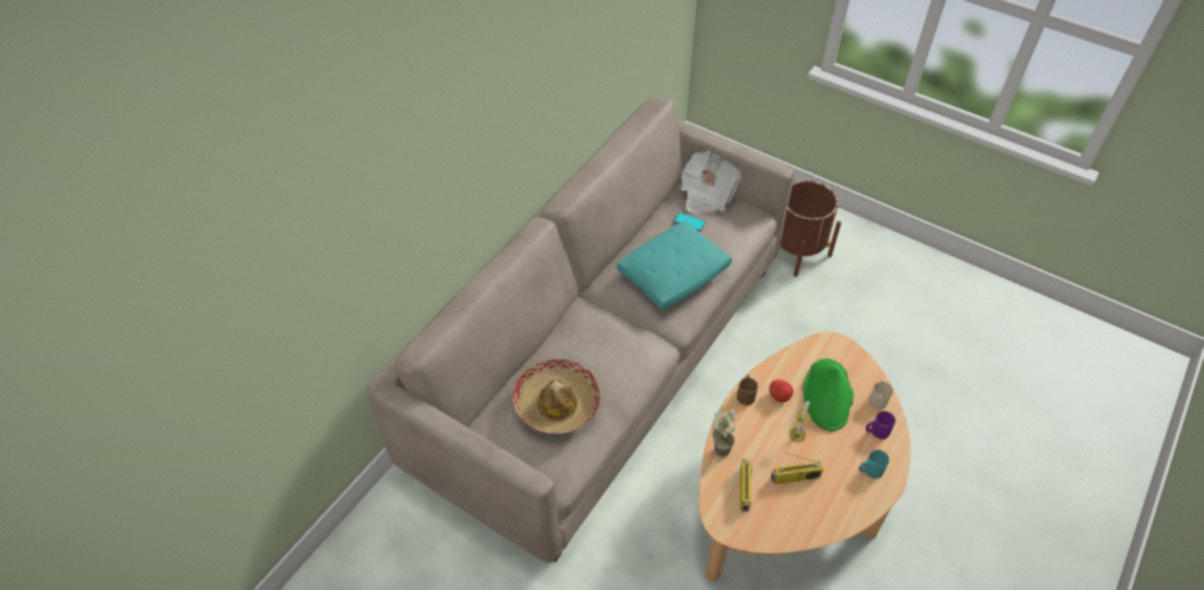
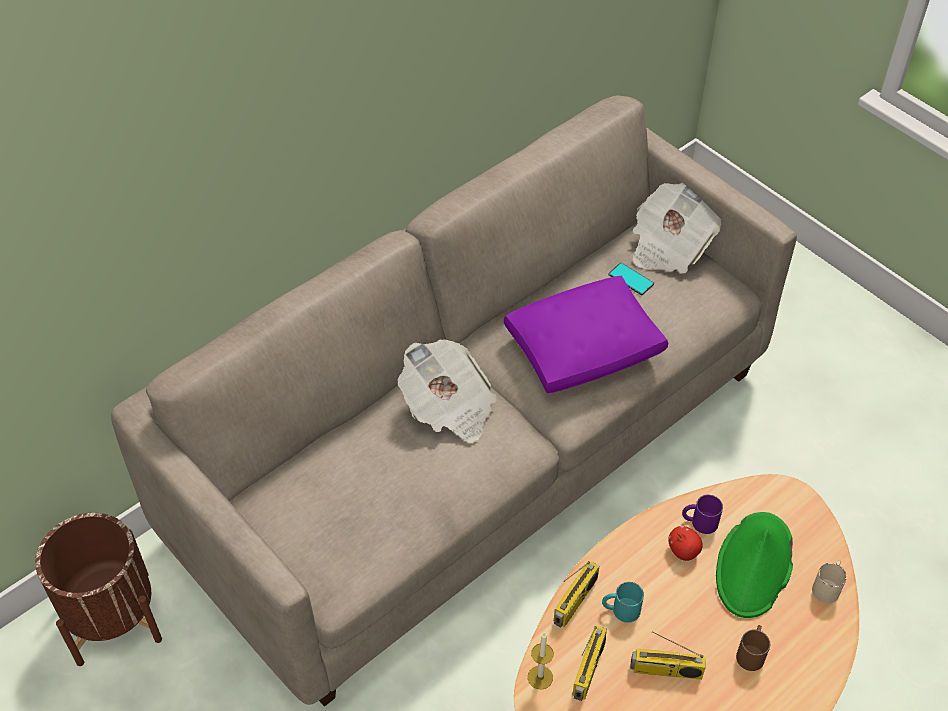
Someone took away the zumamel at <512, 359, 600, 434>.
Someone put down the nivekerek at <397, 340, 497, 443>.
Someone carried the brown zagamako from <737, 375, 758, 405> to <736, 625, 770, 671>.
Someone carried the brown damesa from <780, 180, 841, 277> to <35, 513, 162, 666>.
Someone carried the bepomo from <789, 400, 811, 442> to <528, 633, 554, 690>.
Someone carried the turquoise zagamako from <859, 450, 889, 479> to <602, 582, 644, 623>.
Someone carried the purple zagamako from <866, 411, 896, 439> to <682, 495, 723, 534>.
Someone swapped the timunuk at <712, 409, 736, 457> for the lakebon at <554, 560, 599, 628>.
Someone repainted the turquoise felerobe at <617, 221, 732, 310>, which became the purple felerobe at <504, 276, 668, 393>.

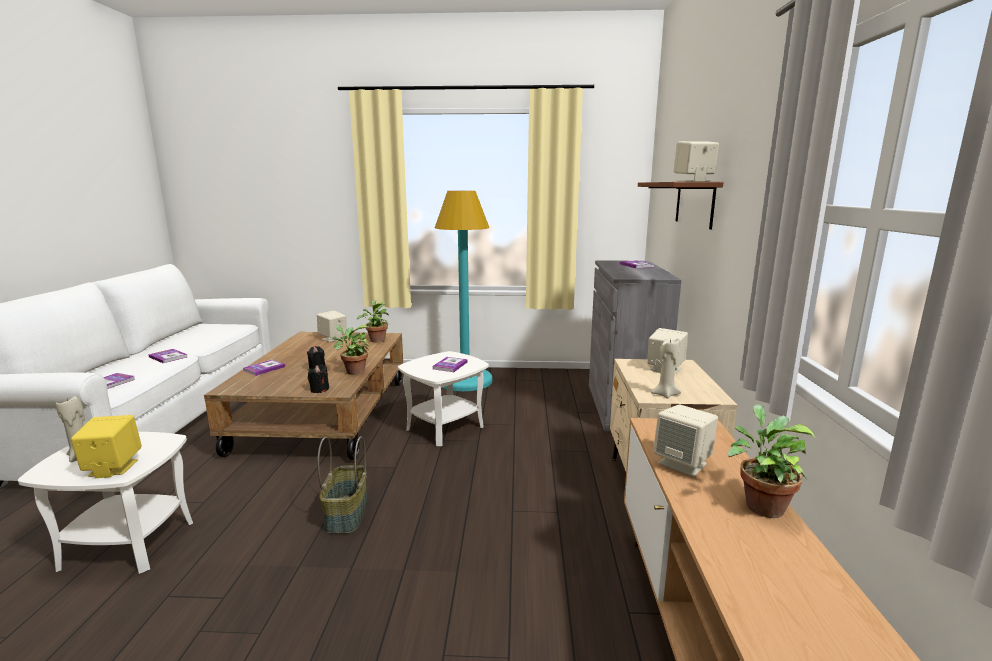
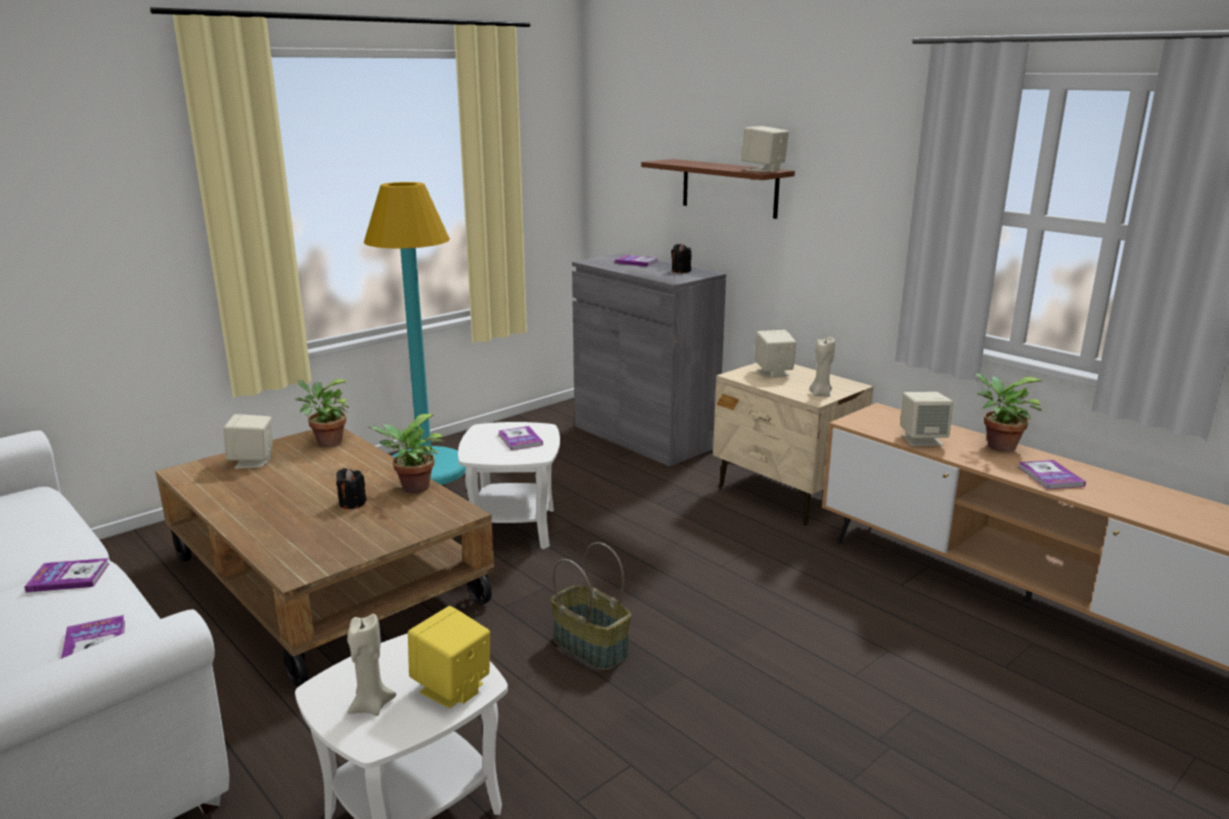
Someone carried the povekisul from <243, 360, 285, 376> to <1018, 460, 1086, 489>.
Someone carried the black bepomo from <308, 365, 329, 393> to <671, 243, 691, 273>.

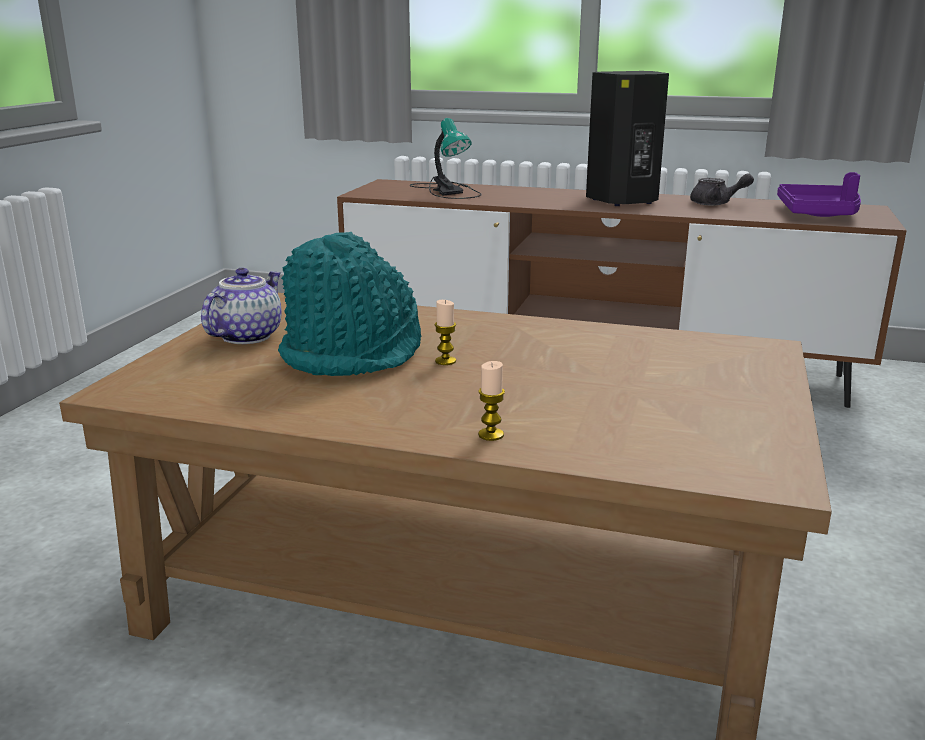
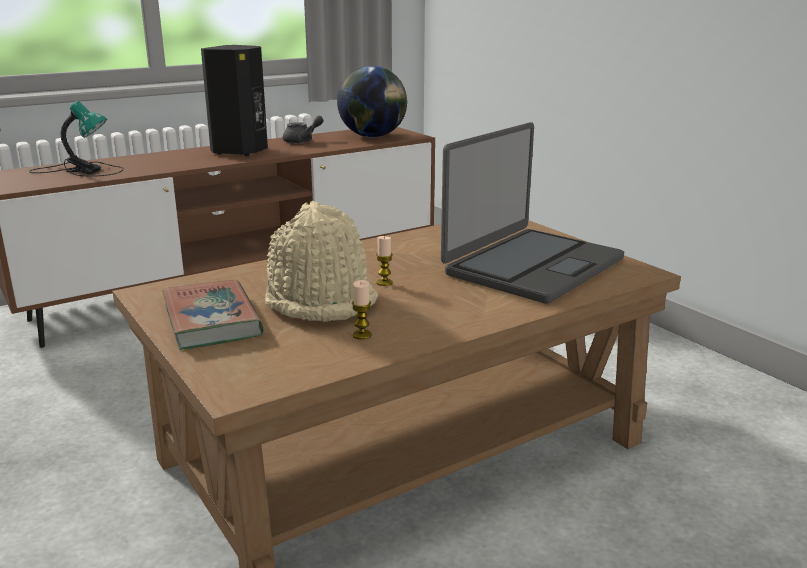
Someone put down the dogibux at <441, 122, 624, 304>.
Someone carried the bepomo from <478, 361, 505, 441> to <352, 280, 372, 340>.
Someone swapped the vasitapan at <201, 268, 282, 344> for the povekisul at <162, 280, 264, 350>.
Someone swapped the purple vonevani at <777, 172, 861, 217> for the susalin at <337, 66, 407, 137>.
Someone repainted the turquoise zumamel at <278, 232, 422, 376>, which became the beige zumamel at <265, 201, 378, 322>.

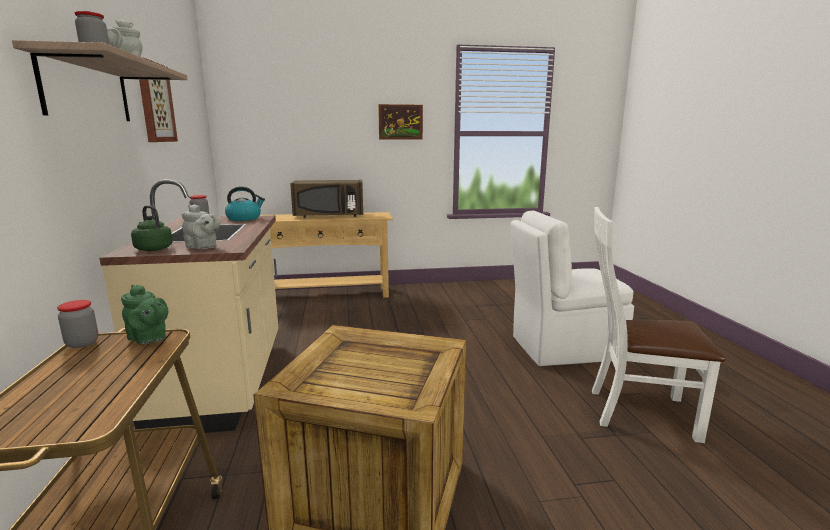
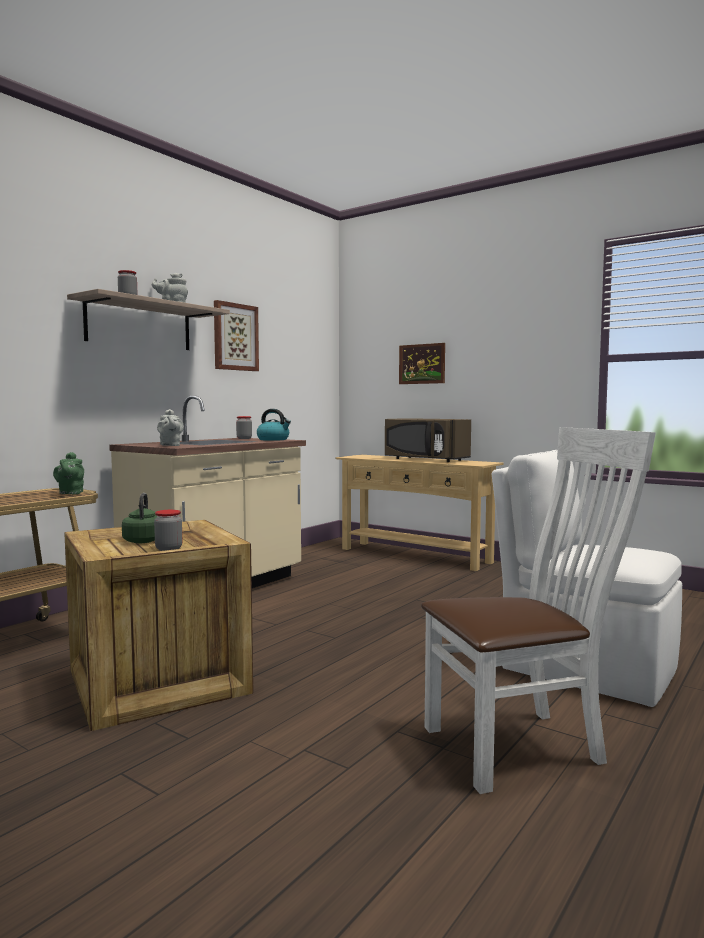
Someone carried the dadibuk from <57, 300, 98, 348> to <154, 510, 182, 551>.
Someone carried the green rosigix from <131, 205, 173, 251> to <122, 493, 157, 543>.
Someone carried the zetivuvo from <378, 104, 423, 140> to <399, 343, 445, 384>.
Someone rotated the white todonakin at <592, 207, 726, 443> by 105 degrees clockwise.

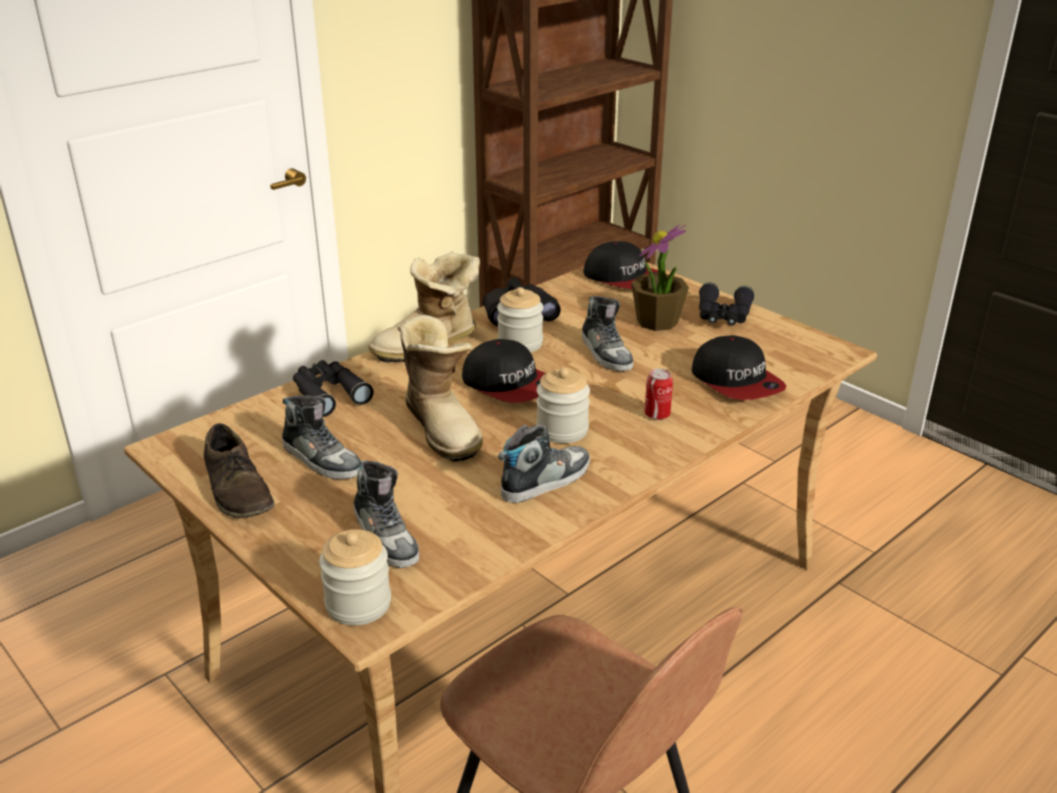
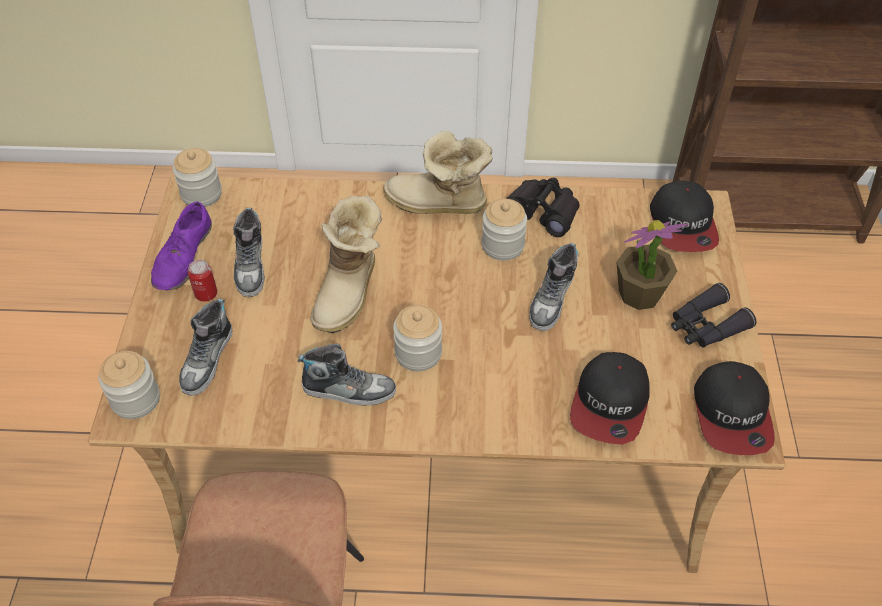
Someone took away the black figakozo at <293, 360, 373, 417>.
Someone put down the dadibuk at <173, 148, 222, 207>.
Someone carried the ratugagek from <462, 339, 546, 403> to <694, 361, 775, 455>.
Someone carried the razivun from <645, 369, 673, 420> to <188, 260, 217, 302>.
Someone repainted the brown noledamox at <204, 423, 275, 518>, which became the purple noledamox at <151, 202, 212, 290>.

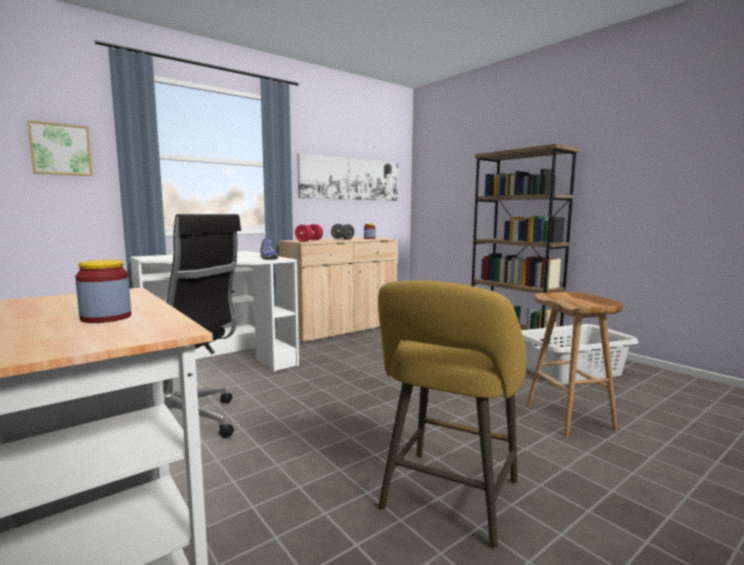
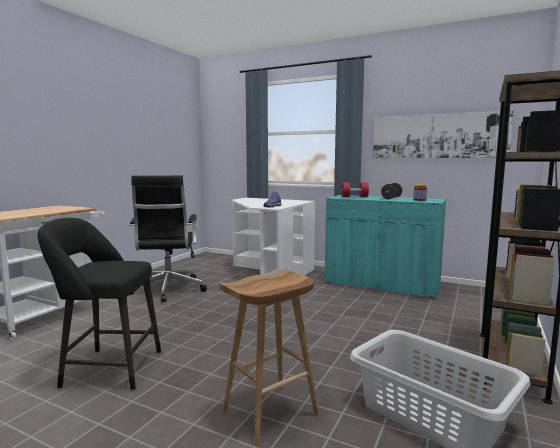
Someone took away the zetivuvo at <27, 120, 93, 176>.
Someone took away the dadibuk at <75, 260, 131, 323>.
Someone repainted the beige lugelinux at <279, 238, 397, 343>, which became the turquoise lugelinux at <325, 195, 446, 299>.
Someone repainted the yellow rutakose at <378, 280, 526, 549>, which became the black rutakose at <37, 218, 161, 391>.

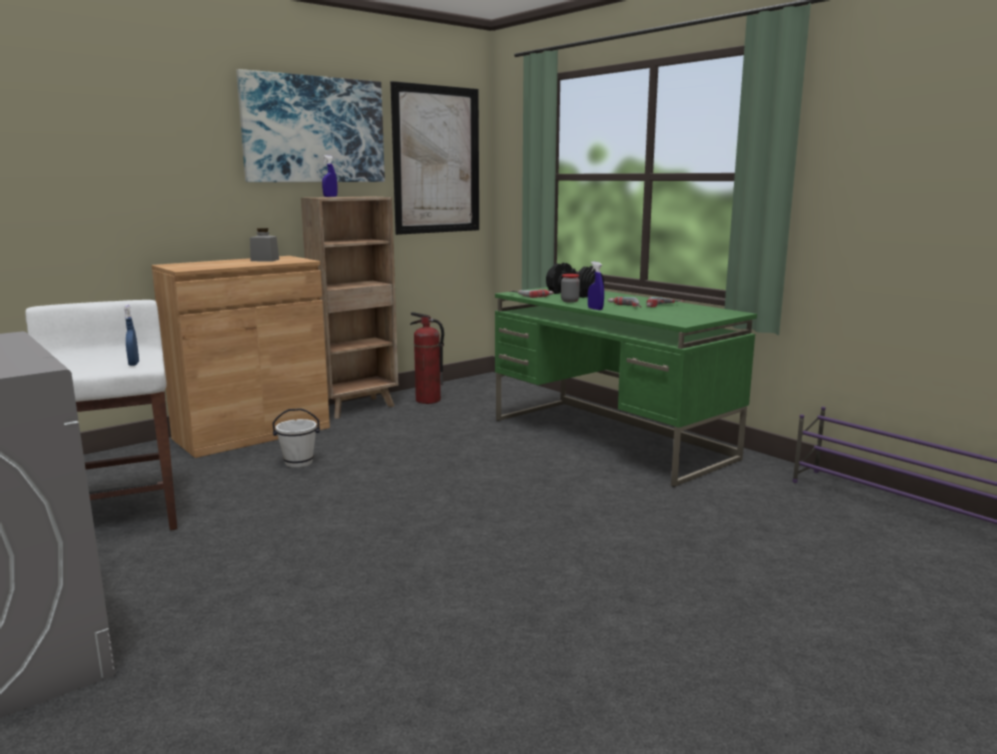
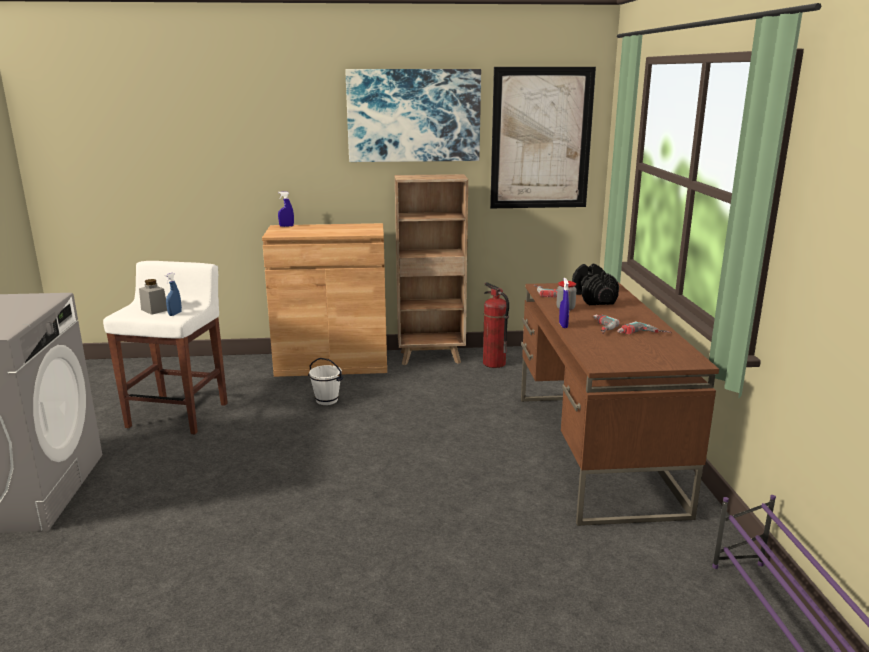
Someone carried the grey dadibuk from <250, 228, 279, 262> to <139, 279, 167, 315>.
Someone carried the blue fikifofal from <322, 155, 337, 197> to <278, 191, 294, 227>.
Someone repainted the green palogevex at <495, 287, 757, 487>, which became the brown palogevex at <521, 282, 719, 526>.

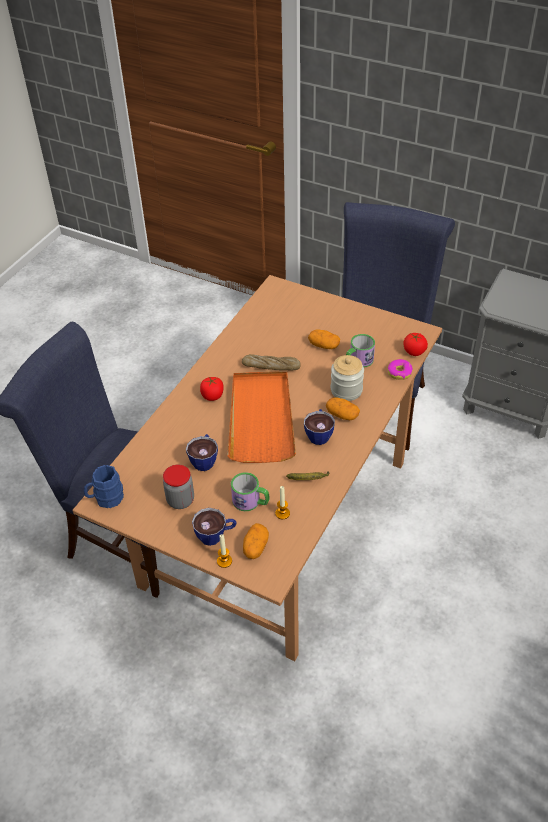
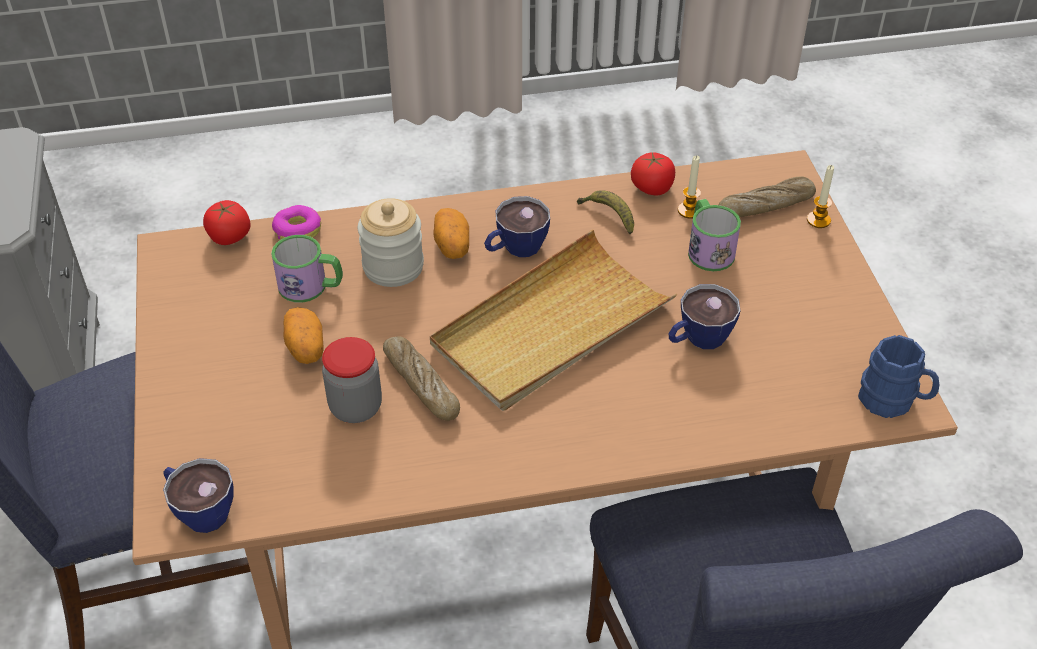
Someone carried the dadibuk from <163, 465, 194, 509> to <322, 337, 382, 423>.
Someone carried the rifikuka from <192, 508, 237, 546> to <163, 458, 234, 533>.
Someone carried the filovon from <200, 377, 224, 401> to <631, 152, 675, 195>.
Someone swapped the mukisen at <243, 523, 269, 559> for the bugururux at <719, 176, 816, 217>.
Someone repainted the orange vonevani at <227, 371, 296, 463>, which became the beige vonevani at <430, 230, 677, 411>.

